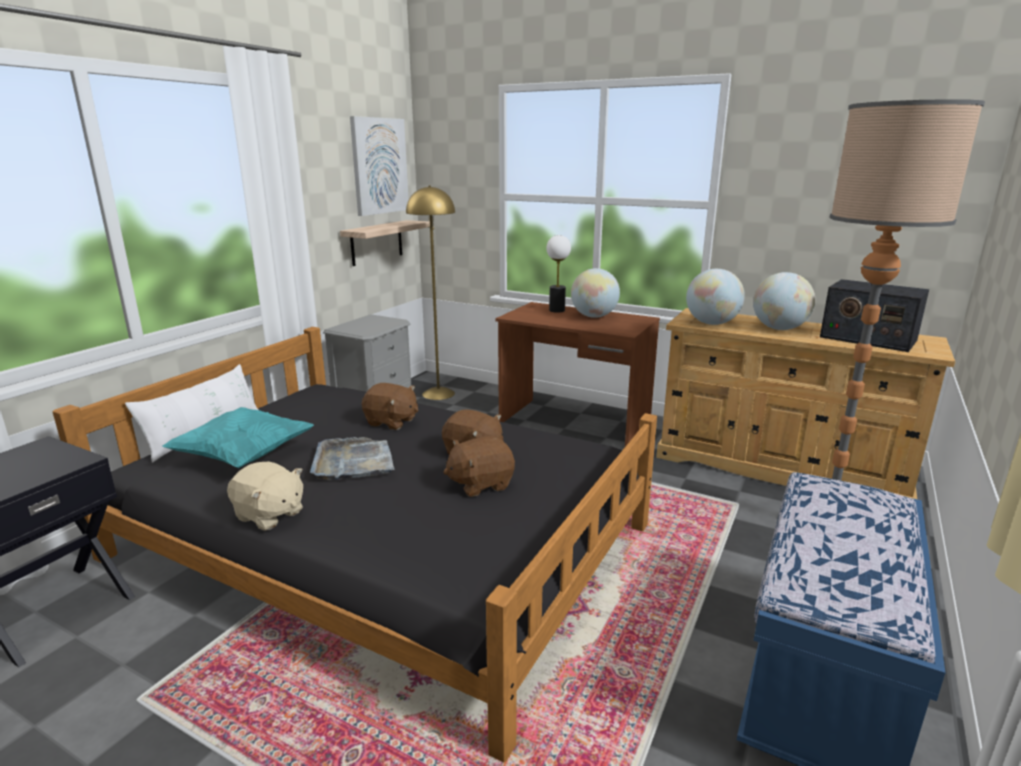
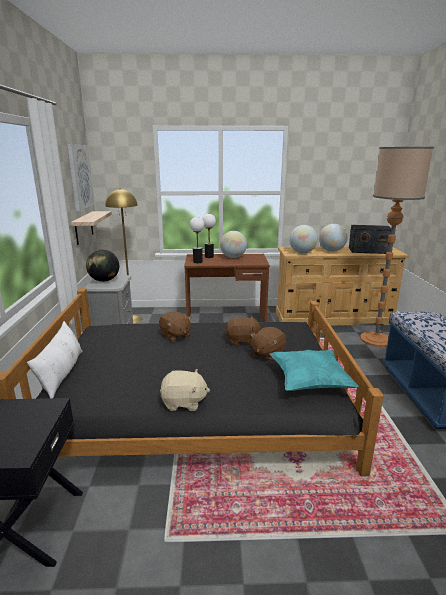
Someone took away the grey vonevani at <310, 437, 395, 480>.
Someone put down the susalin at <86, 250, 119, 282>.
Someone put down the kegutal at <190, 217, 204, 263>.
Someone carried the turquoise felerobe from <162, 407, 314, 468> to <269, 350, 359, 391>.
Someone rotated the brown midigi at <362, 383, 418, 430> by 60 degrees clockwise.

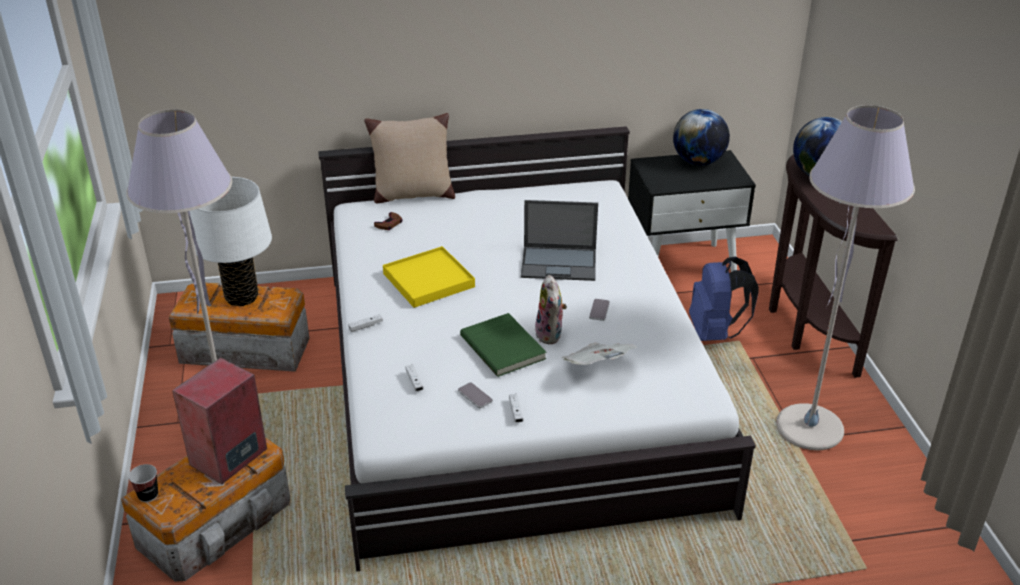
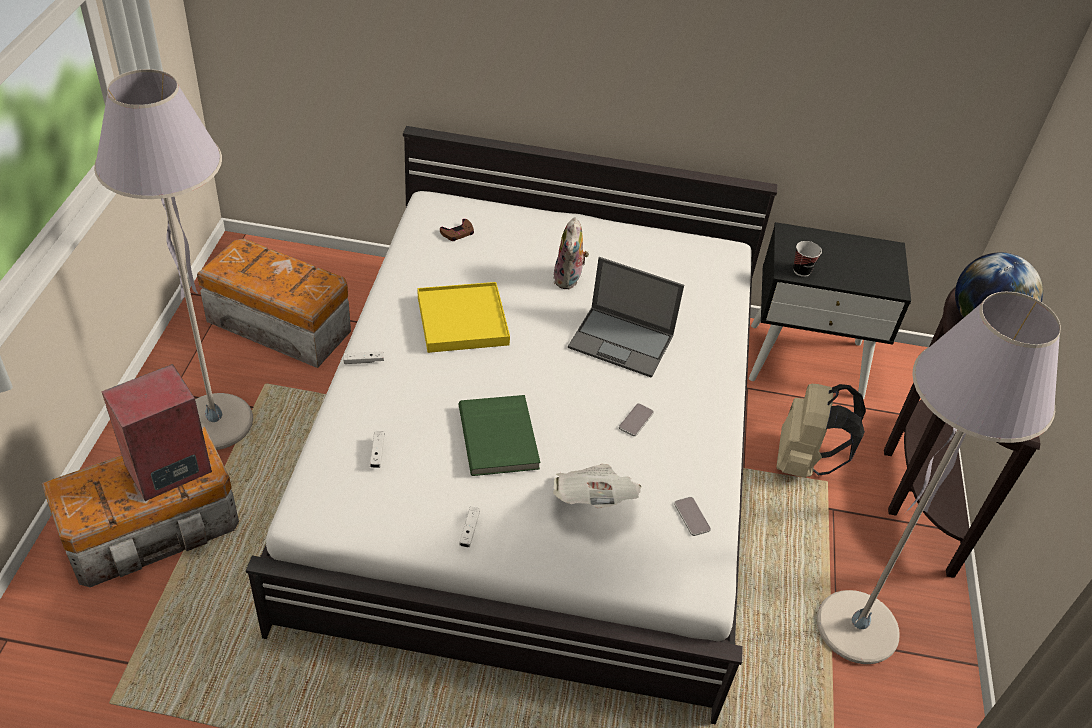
Someone took away the white kegutal at <190, 177, 272, 306>.
Someone took away the beige felerobe at <364, 113, 455, 203>.
Someone took away the susalin at <673, 109, 730, 165>.
Someone carried the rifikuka from <128, 464, 158, 502> to <793, 241, 822, 277>.
Someone carried the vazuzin from <458, 382, 493, 408> to <674, 497, 711, 536>.
Someone carried the midigi from <535, 275, 567, 344> to <553, 217, 589, 289>.
Someone repainted the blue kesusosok at <689, 257, 759, 341>, which became the beige kesusosok at <776, 384, 866, 478>.

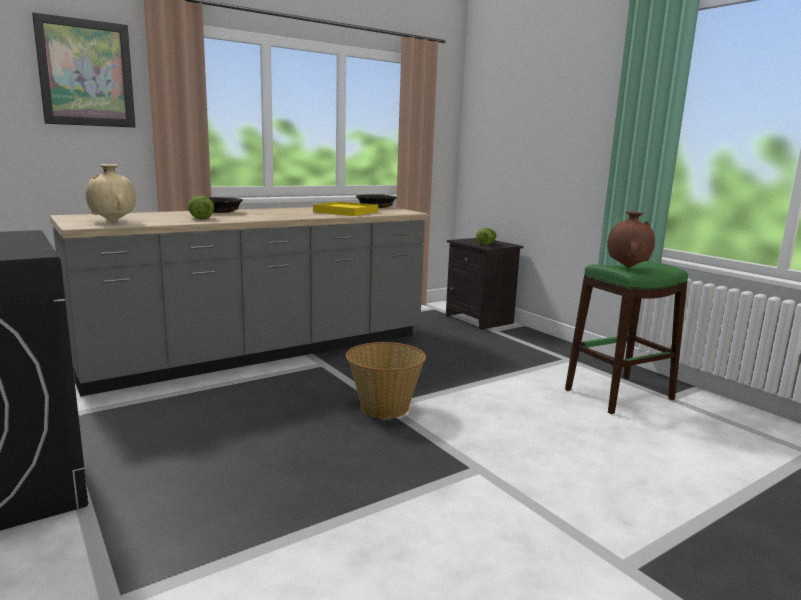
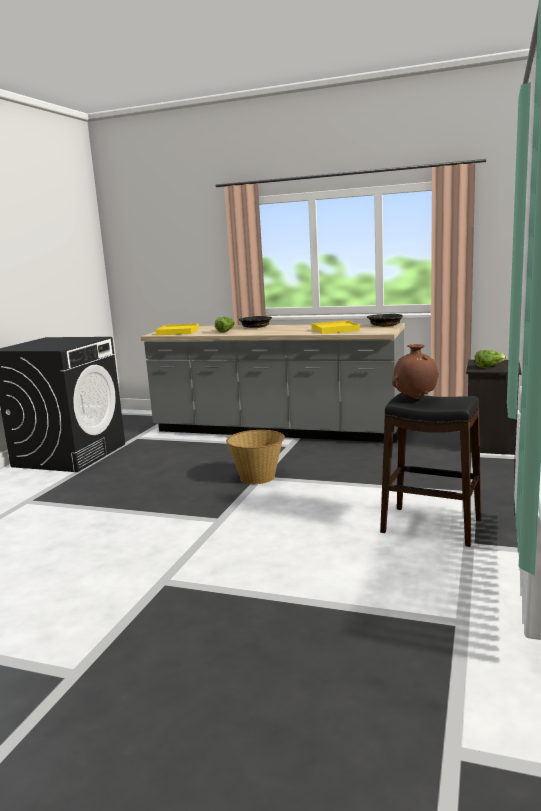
Someone took away the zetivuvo at <32, 12, 135, 128>.
Someone swapped the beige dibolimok at <86, 164, 136, 222> for the yellow vonevani at <155, 324, 199, 335>.
Someone repainted the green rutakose at <565, 261, 688, 414>, which became the black rutakose at <380, 393, 482, 547>.

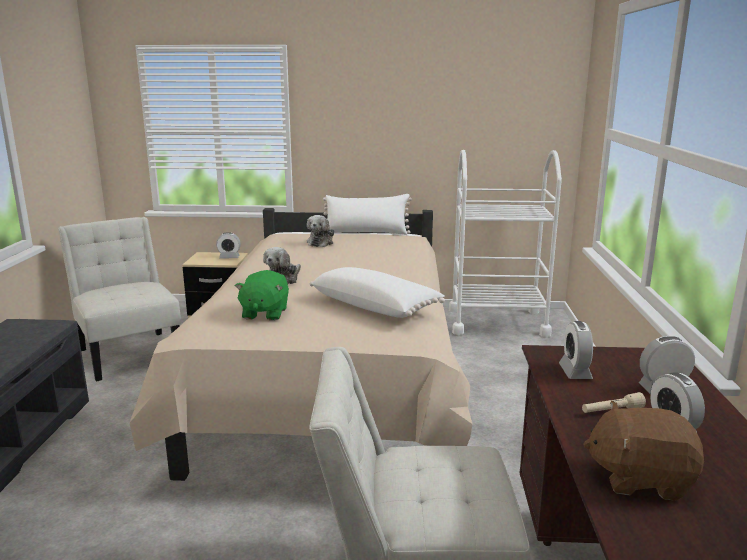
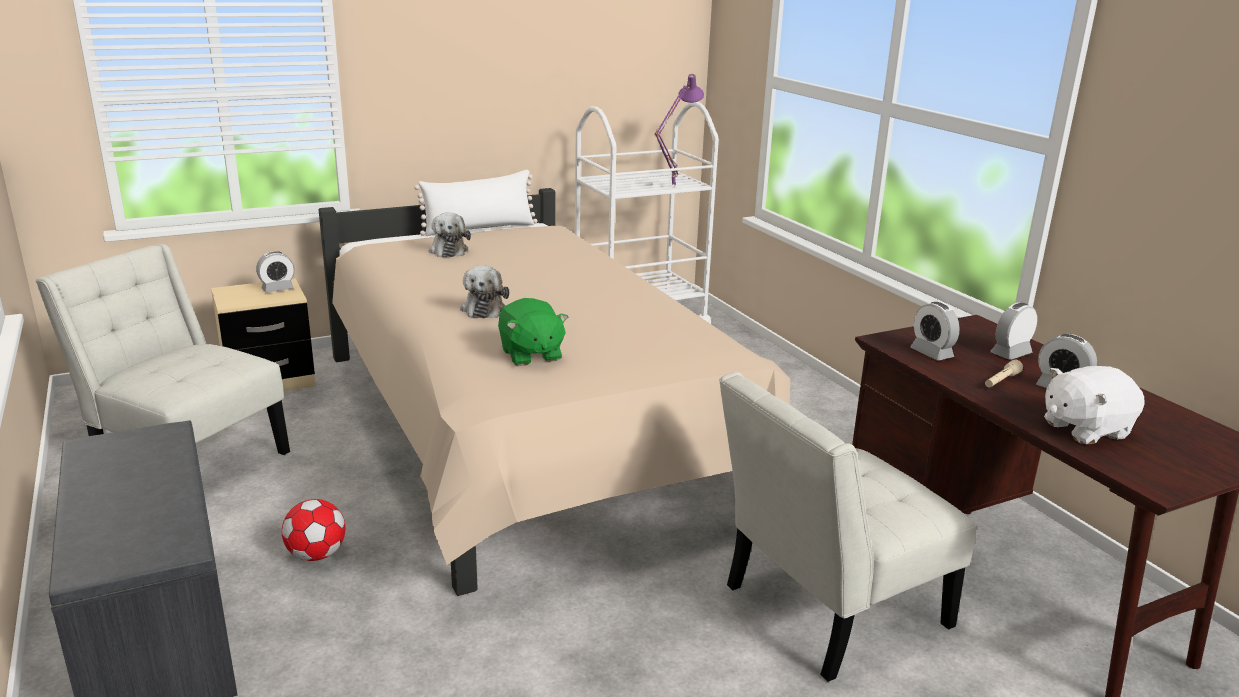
Someone took away the white felerobe at <310, 267, 445, 318>.
Someone put down the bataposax at <282, 499, 346, 561>.
Someone put down the purple kegutal at <654, 74, 704, 187>.
Someone repainted the brown midigi at <583, 401, 704, 501>, which became the white midigi at <1044, 366, 1145, 444>.

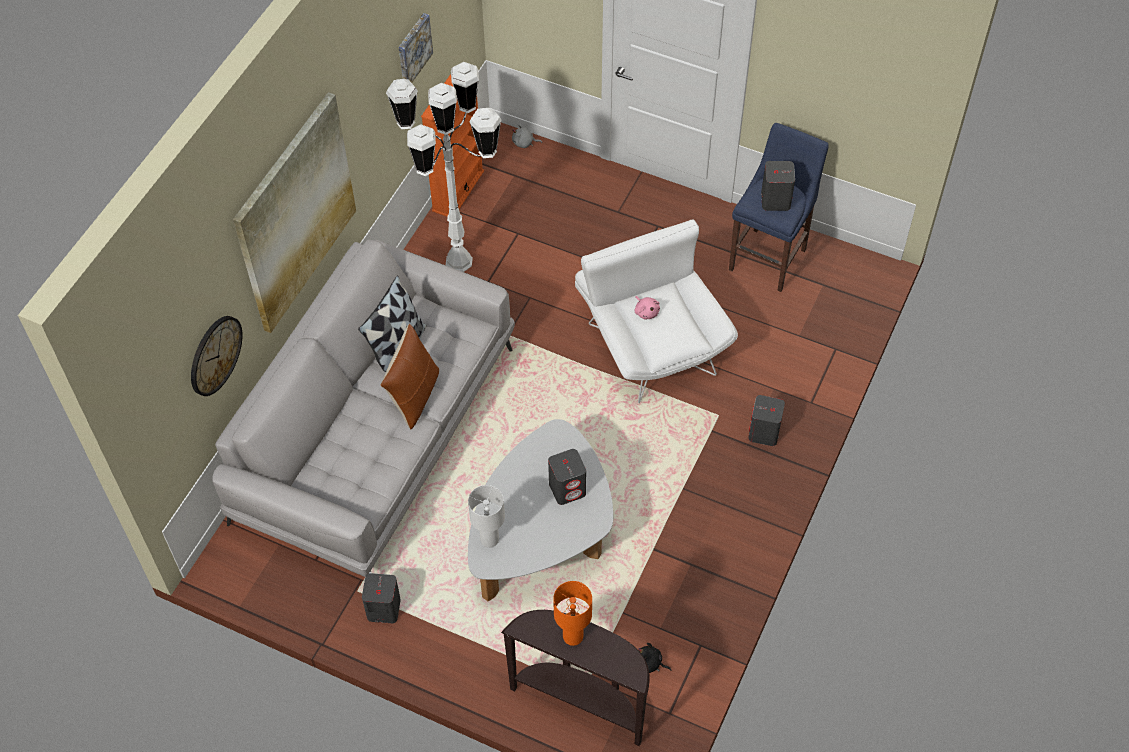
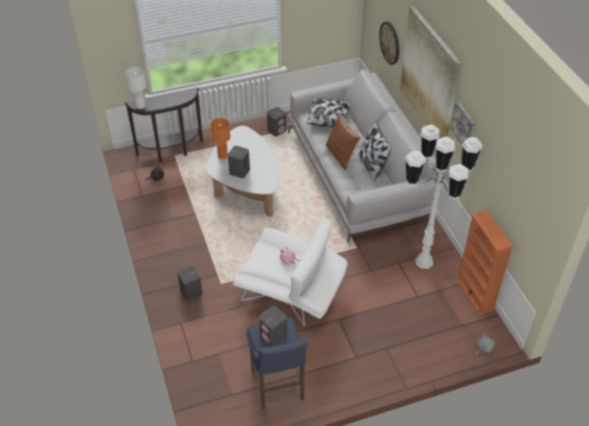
Someone put down the felerobe at <307, 98, 350, 127>.
Someone carried the zetivuvo from <399, 13, 433, 83> to <450, 102, 475, 144>.
Someone carried the white kegutal from <468, 485, 505, 548> to <125, 67, 146, 109>.
Someone carried the orange kegutal from <553, 581, 592, 646> to <211, 118, 230, 159>.

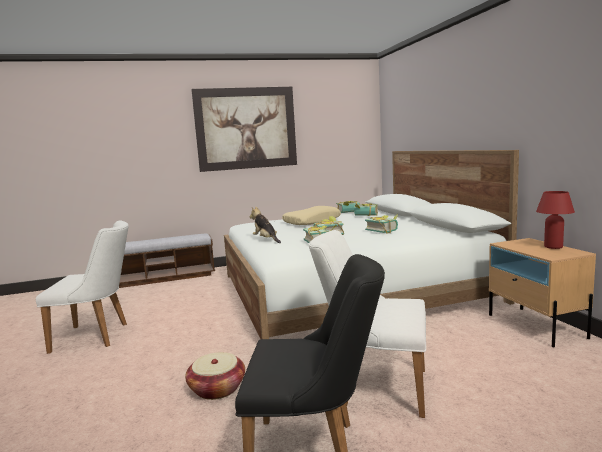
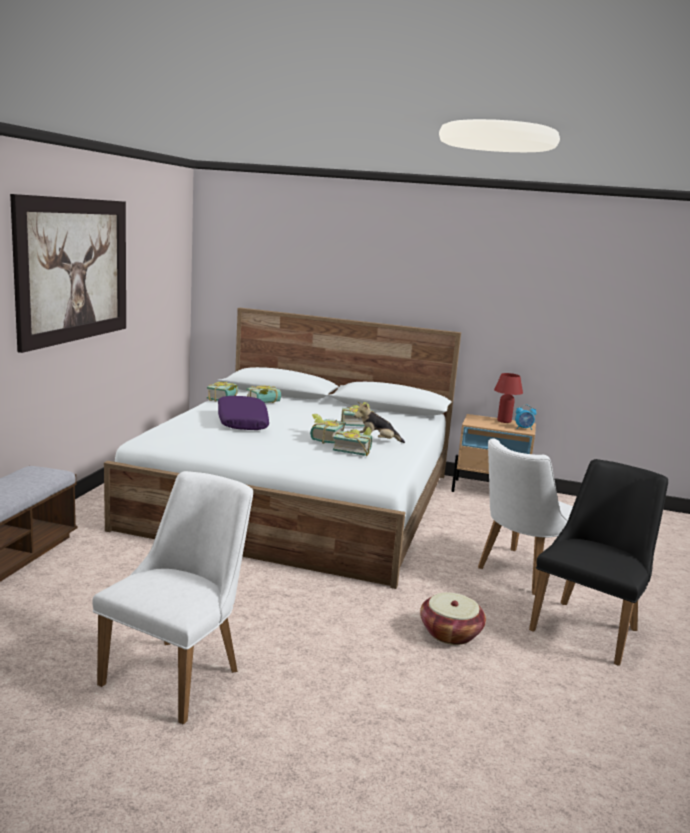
Someone put down the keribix at <515, 405, 536, 430>.
Someone carried the midigi from <249, 206, 281, 243> to <354, 402, 405, 443>.
Someone repainted the beige felerobe at <282, 206, 341, 225>, which became the purple felerobe at <218, 396, 269, 430>.

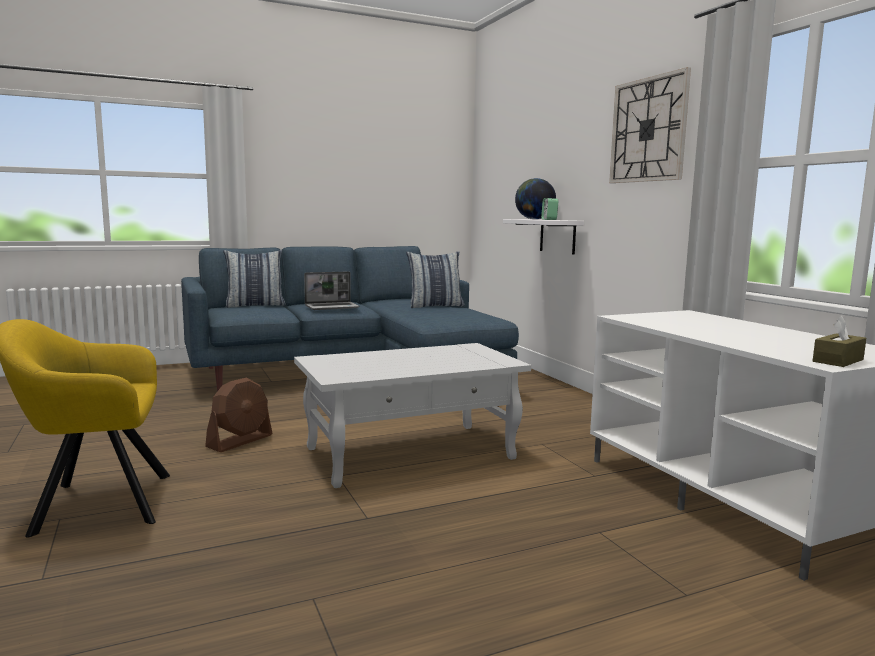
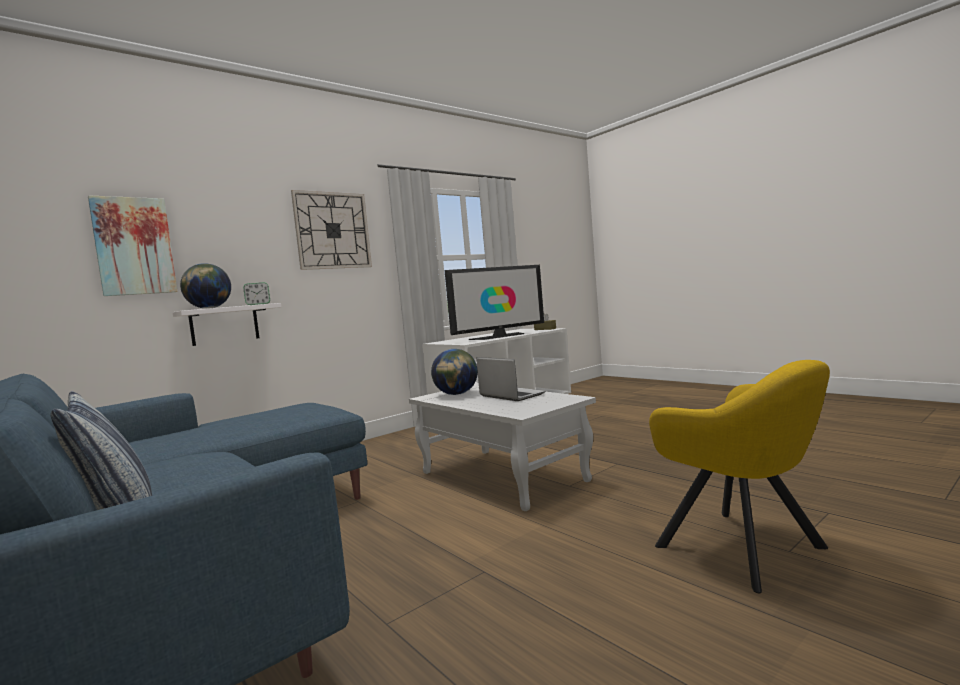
Someone took away the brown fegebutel at <205, 378, 272, 452>.
Someone took away the felerobe at <406, 251, 465, 308>.
Someone put up the zetivuvo at <88, 195, 178, 296>.
Someone put down the susalin at <431, 349, 478, 395>.
Someone put down the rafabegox at <445, 265, 544, 340>.
Someone carried the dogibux from <304, 271, 360, 310> to <476, 357, 546, 401>.

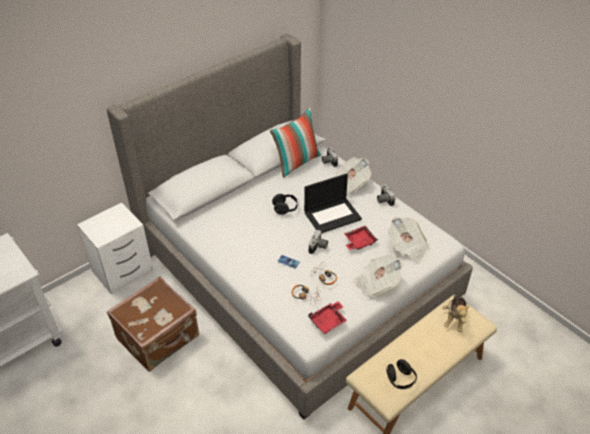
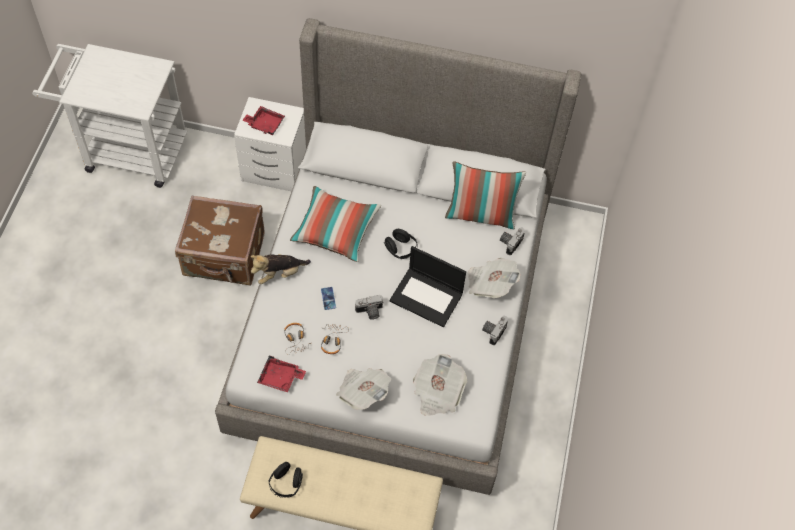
Someone put down the felerobe at <290, 186, 381, 262>.
Someone carried the red vonevani from <344, 226, 378, 250> to <242, 106, 285, 135>.
Someone carried the midigi from <443, 295, 470, 332> to <250, 254, 311, 284>.

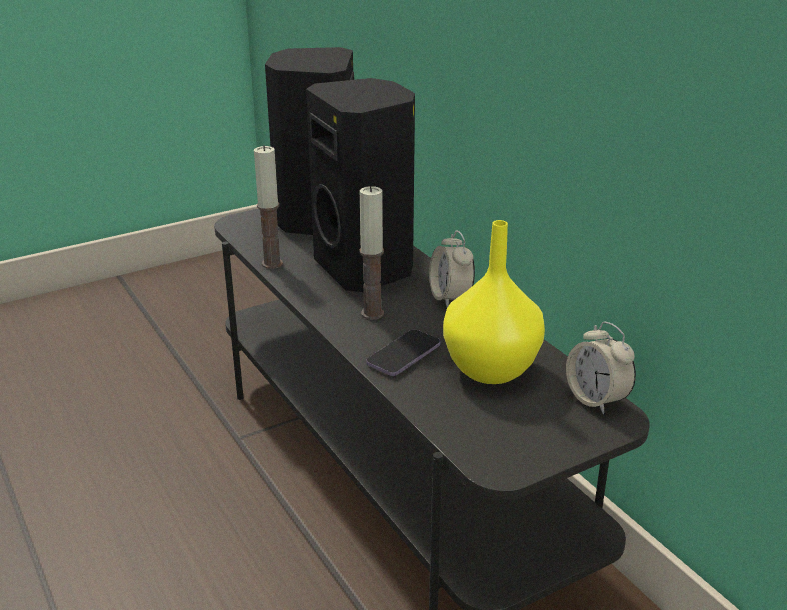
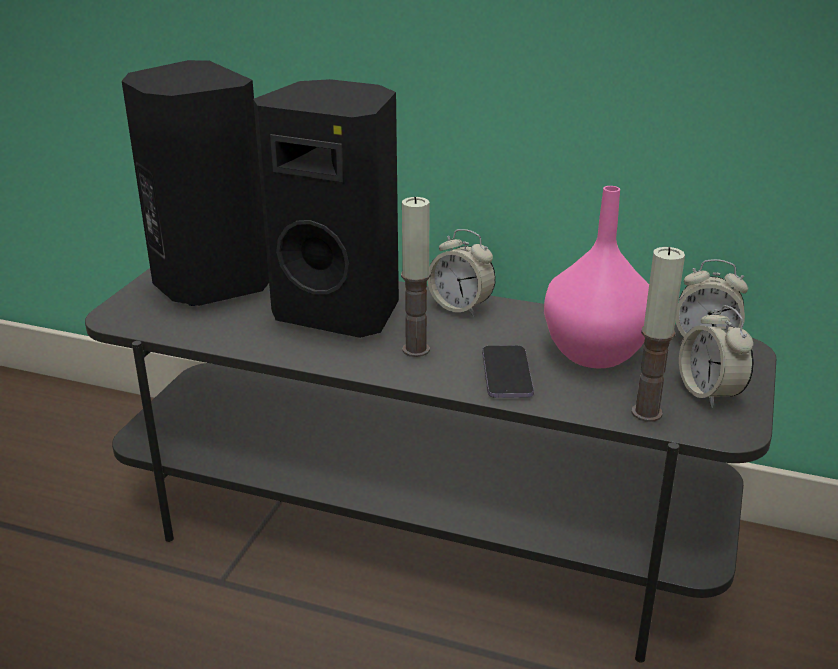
Someone put down the keribix at <679, 305, 754, 408>.
Someone carried the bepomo from <254, 145, 283, 269> to <631, 247, 685, 422>.
Someone repainted the yellow dibolimok at <443, 220, 545, 384>, which became the pink dibolimok at <544, 186, 649, 368>.

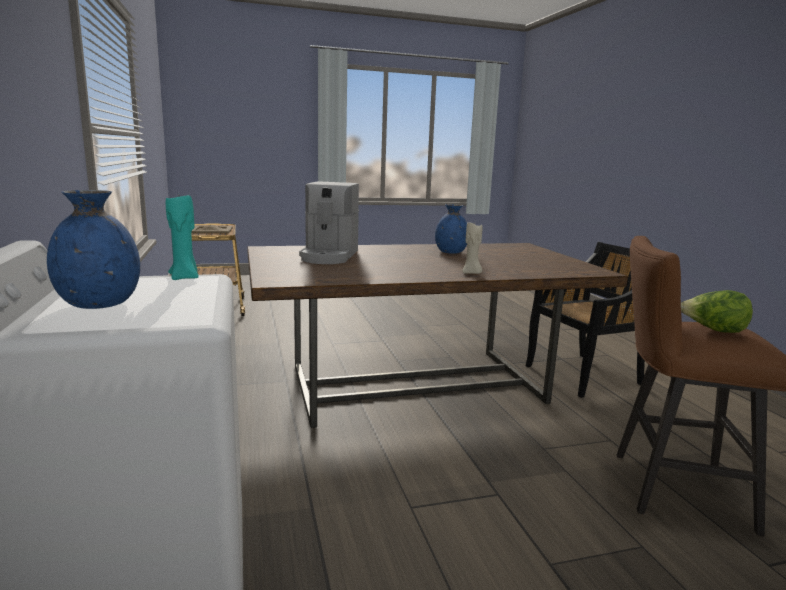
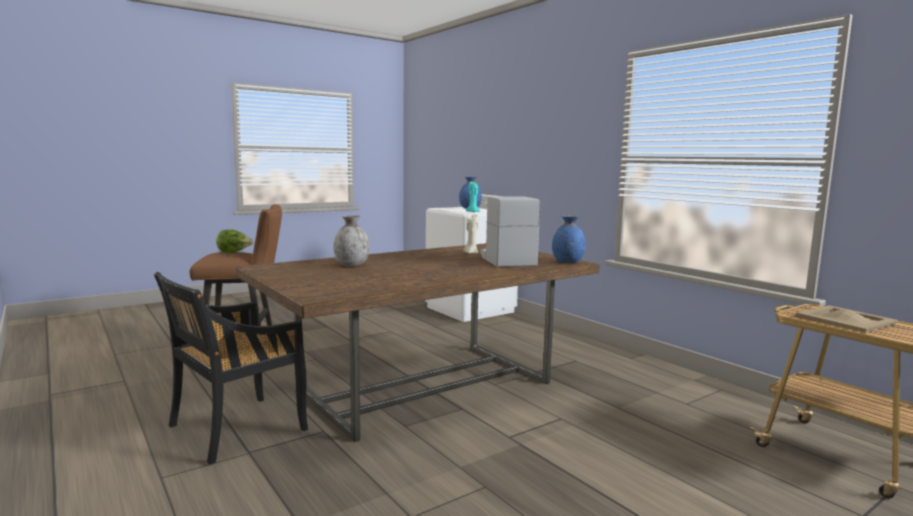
Someone put down the grey dibolimok at <333, 215, 369, 266>.
Someone carried the blue dibolimok from <435, 204, 467, 254> to <552, 215, 586, 263>.
Someone carried the beige bepomo from <463, 223, 482, 274> to <463, 214, 478, 254>.

